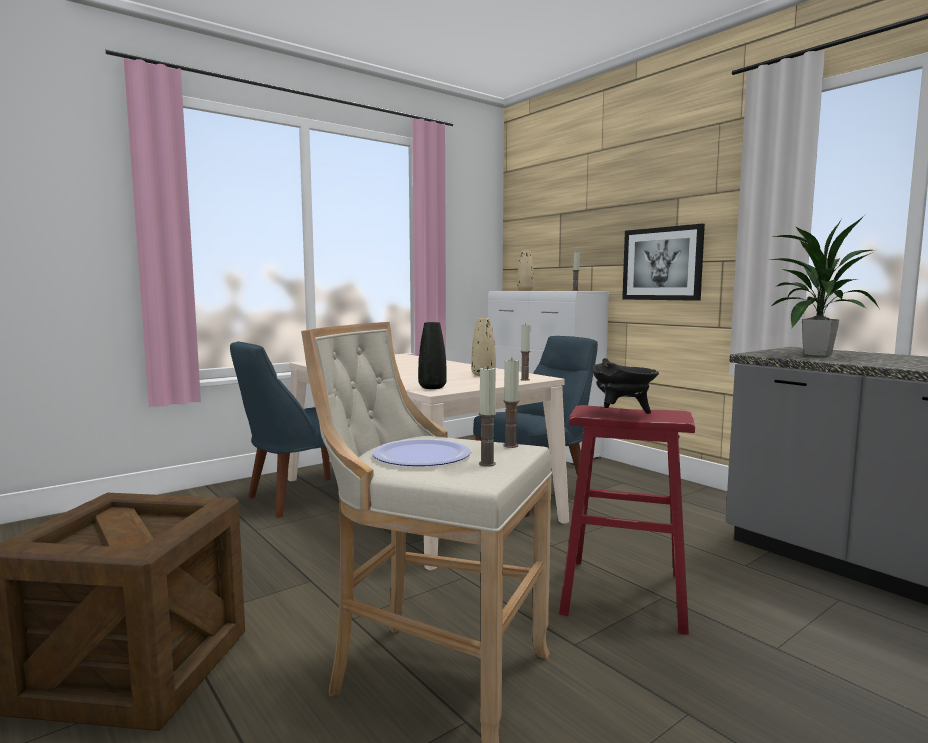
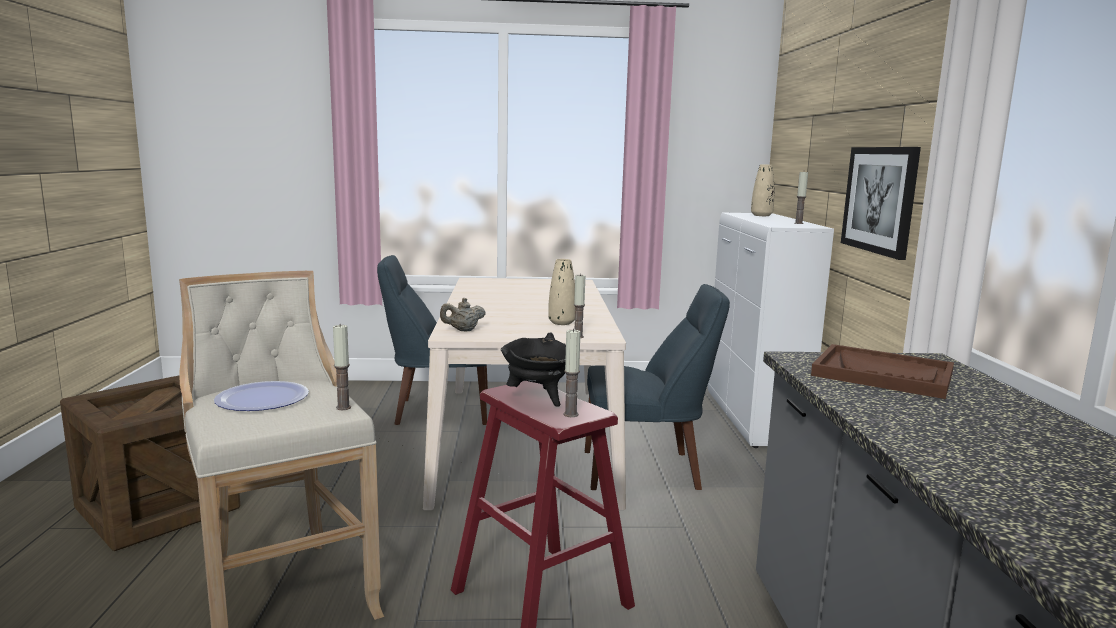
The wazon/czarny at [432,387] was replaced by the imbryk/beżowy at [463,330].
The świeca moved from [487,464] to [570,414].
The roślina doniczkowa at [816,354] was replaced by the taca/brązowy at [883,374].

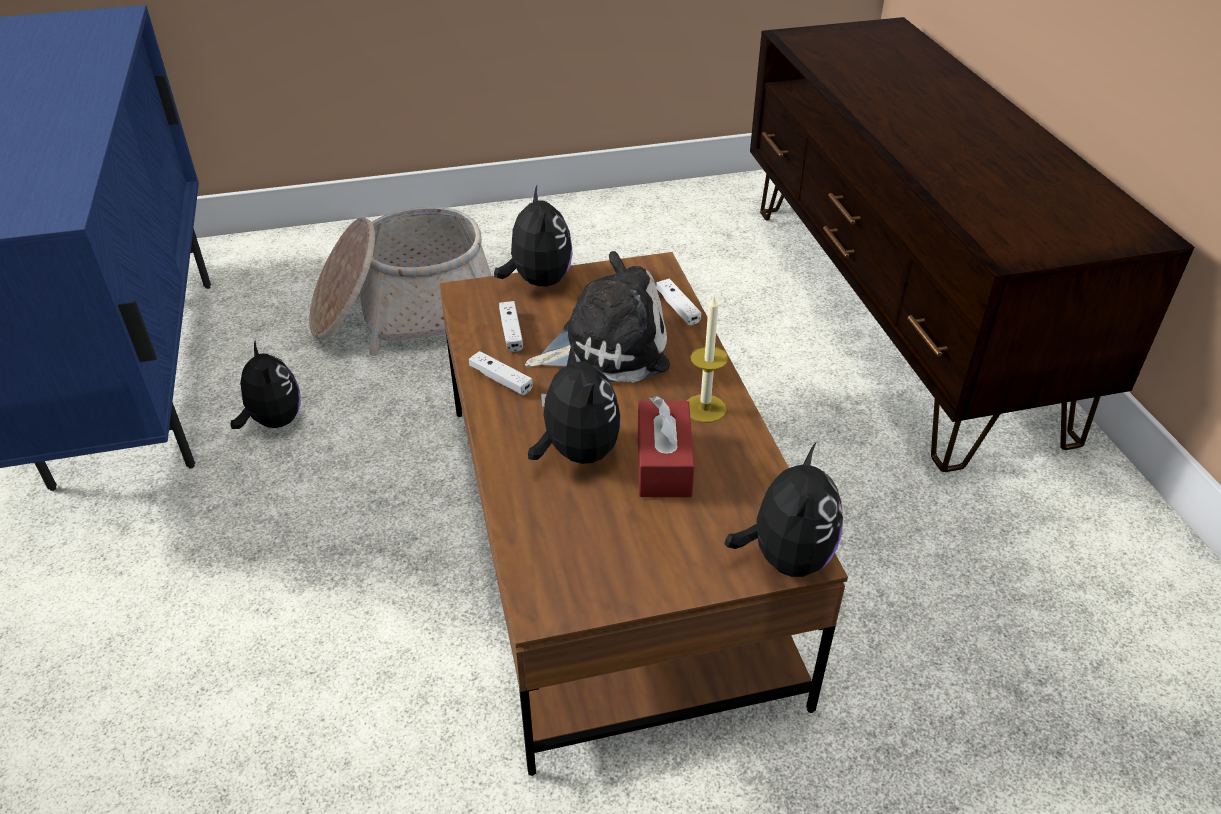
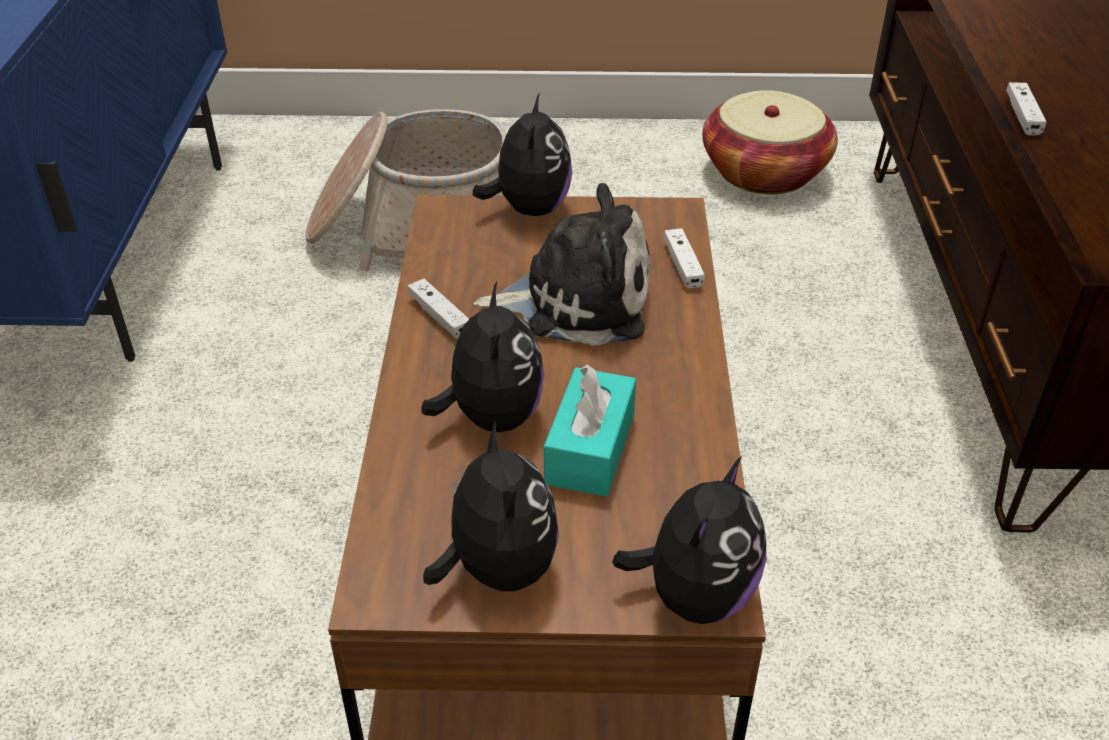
The pluszak moved from [273,421] to [497,569].
The pudełko chusteczek/czerwony at [663,463] became the pudełko chusteczek/turkusowy at [590,449].
The koszyk at [764,172] appeared.
The pad do gier/biały moved from [511,332] to [1022,116].
The świeca at [705,408] disappeared.

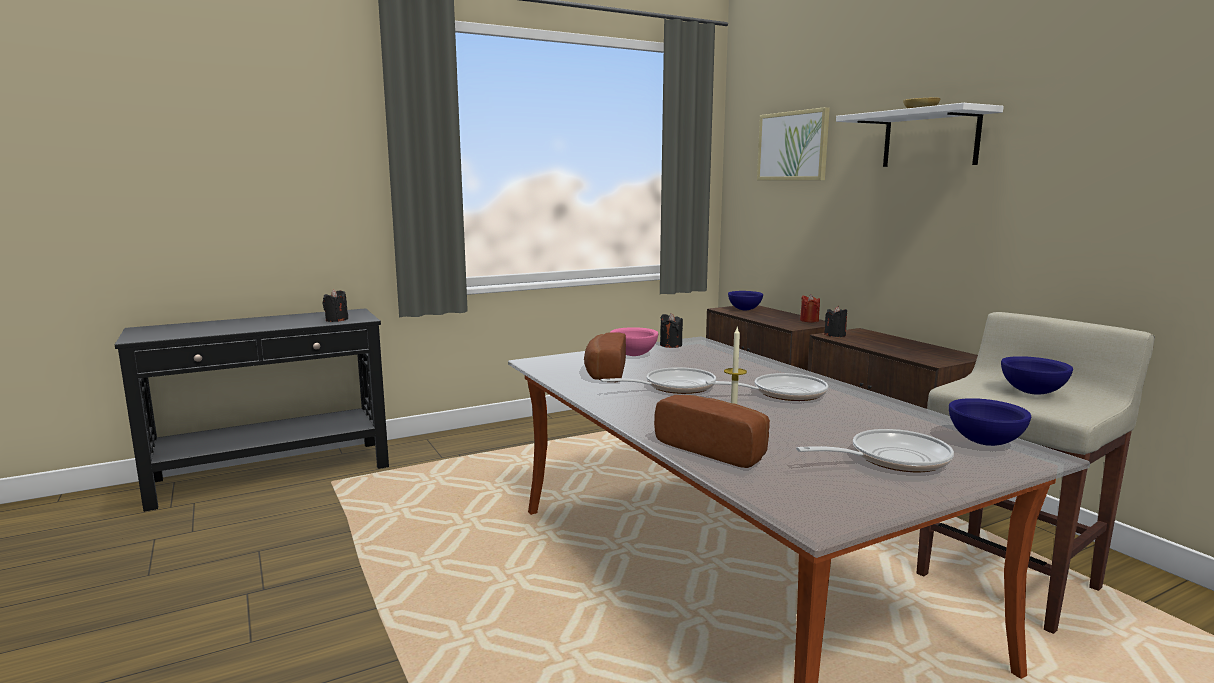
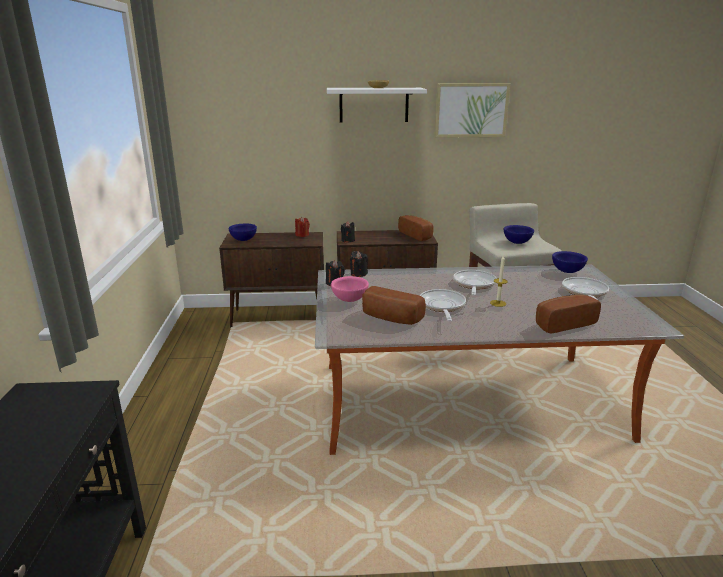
The świeca/czarny moved from [336,320] to [358,274].
The chleb at [417,235] appeared.
The obraz moved from [793,146] to [471,110].

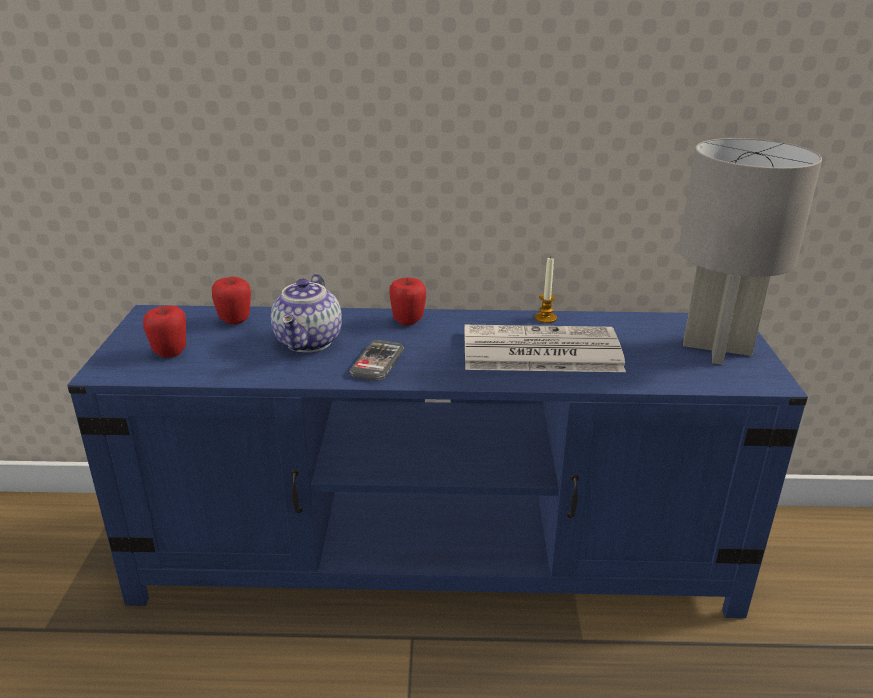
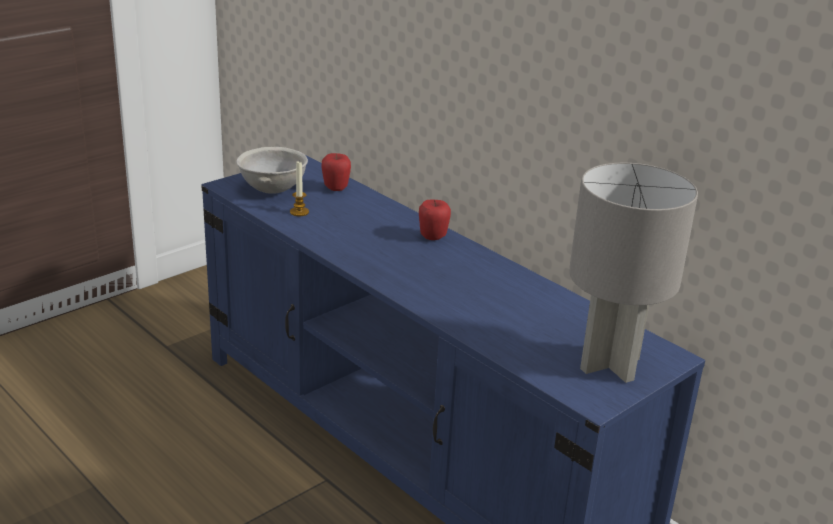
The jabłko at [170,353] was replaced by the miska/szary at [271,190].
The świeca moved from [545,318] to [299,212].
The imbryk at [310,342] disappeared.
The telefon at [377,362] disappeared.
The gazeta at [539,351] disappeared.

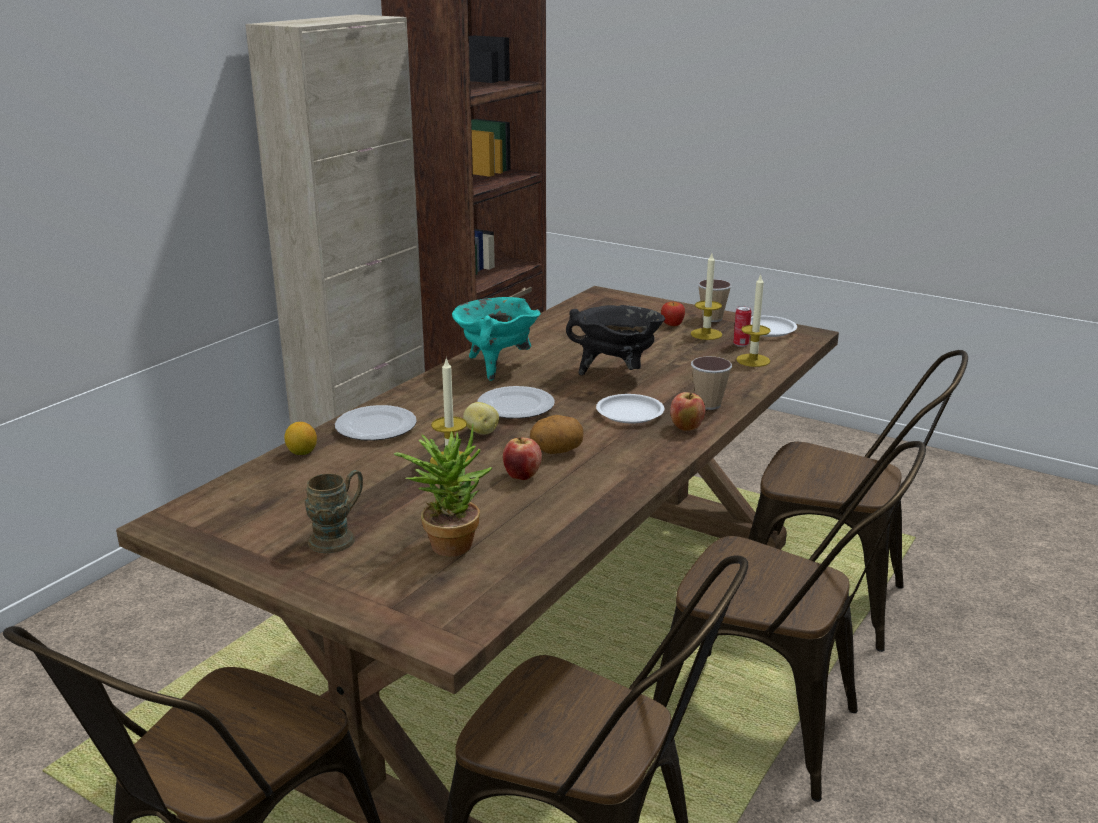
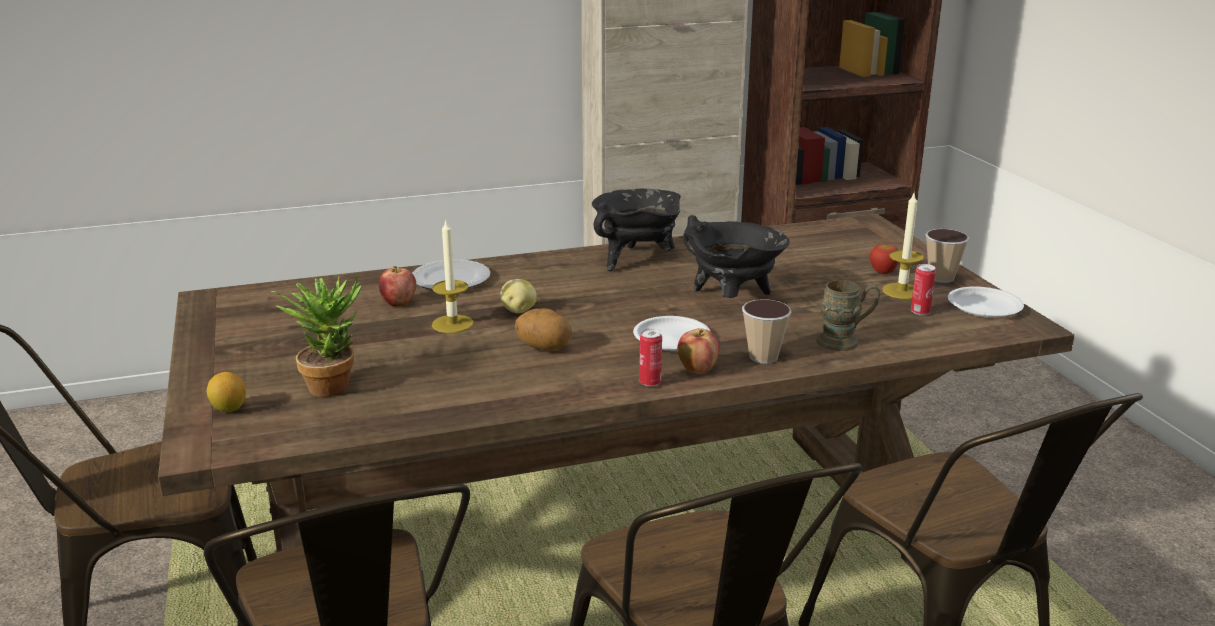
The cytryna moved from [302,452] to [229,408].
The jabłko moved from [522,476] to [398,303].
The garnek/turkusowy at [495,366] became the garnek/czarny at [636,260].
The puszka at [650,383] appeared.
The kubek/brązowy moved from [339,537] to [845,341].
The talerz at [516,407] disappeared.
The świeca at [753,360] disappeared.

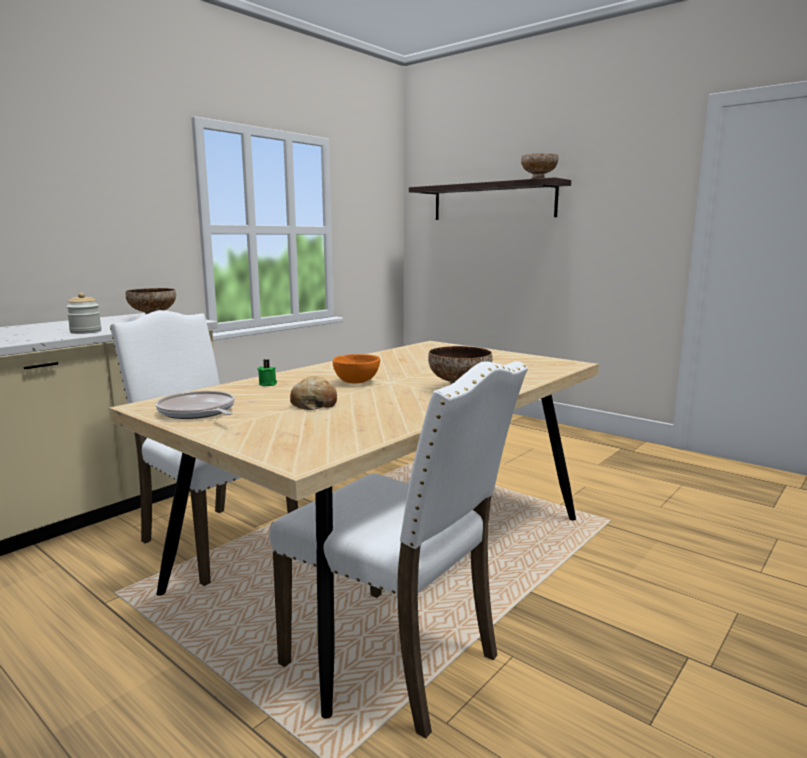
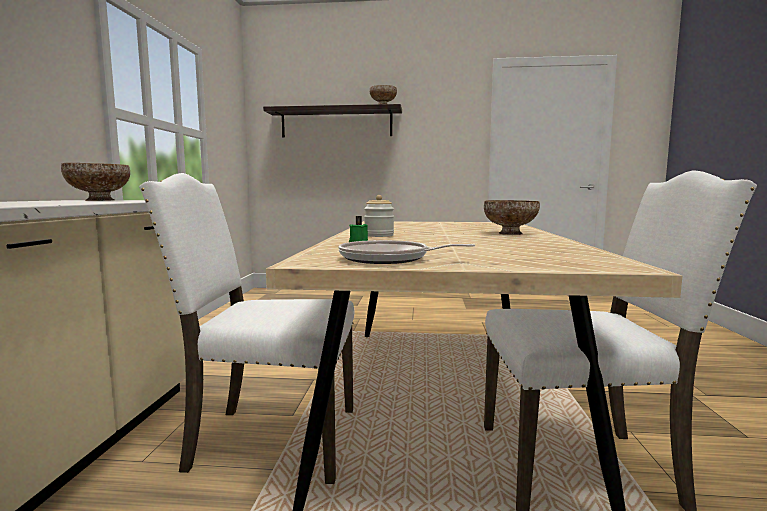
The słoik moved from [85,331] to [379,235].
The chleb at [313,404] disappeared.
The miska/pomarańczowy at [356,382] disappeared.

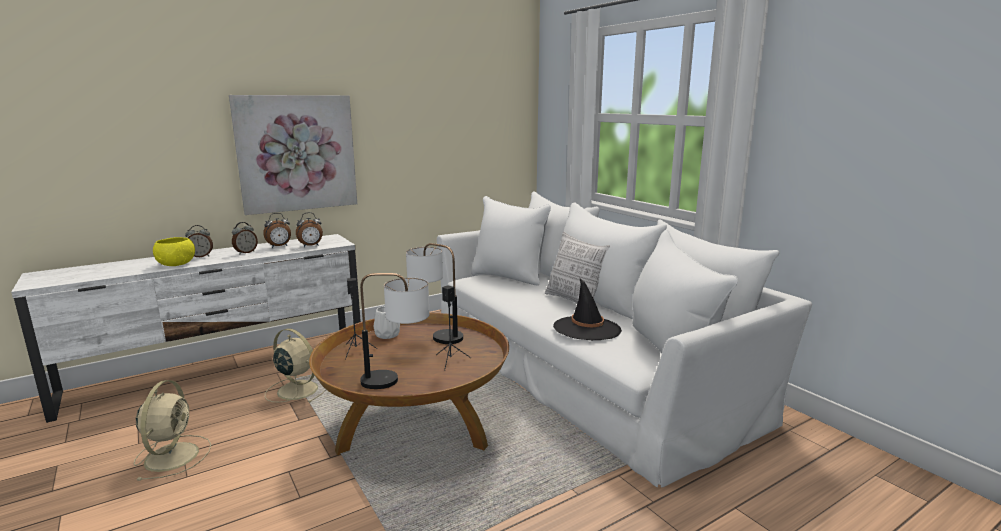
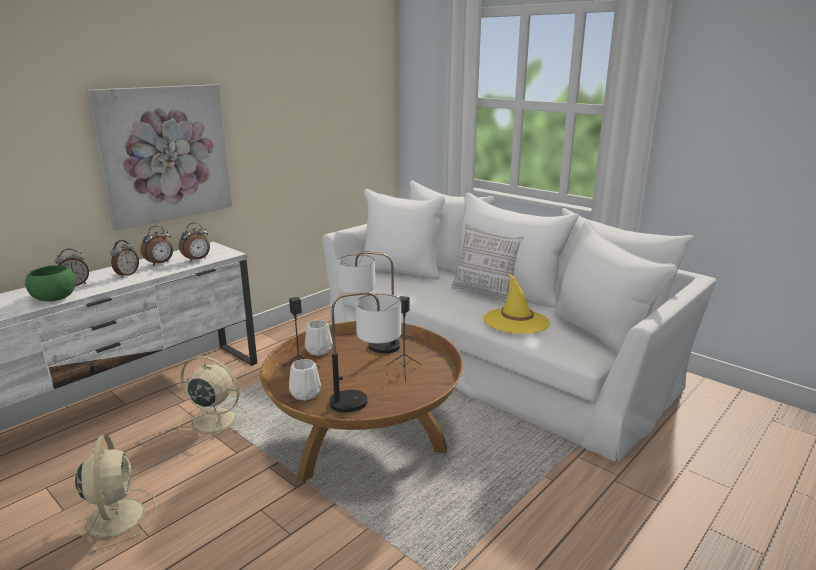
The miska/żółty at [177,264] became the miska/zielony at [55,298].
The wazon/biały at [304,394] appeared.
The kapelusz/czarny at [587,328] became the kapelusz/żółty at [516,321].

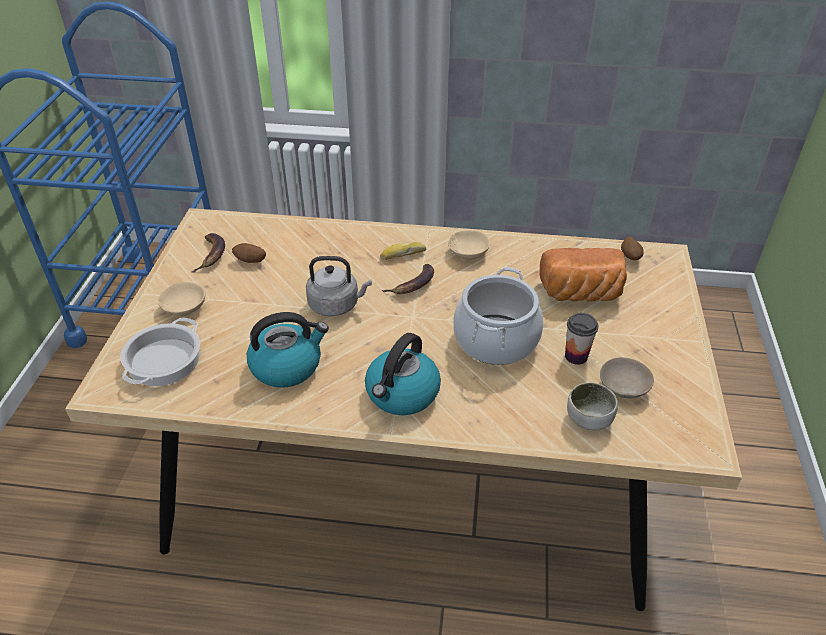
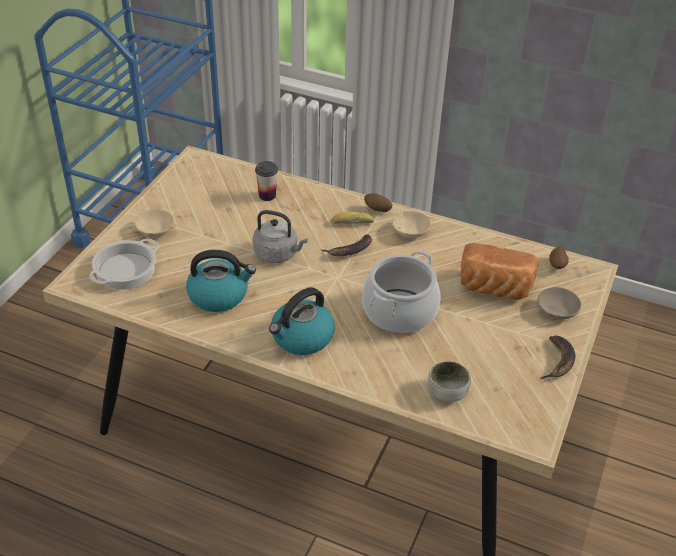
The filiżanka moved from [576,356] to [267,195].
The ziemniak moved from [250,261] to [377,210].
The miska/beżowy moved from [624,386] to [558,311].
The banan moved from [211,255] to [557,361].

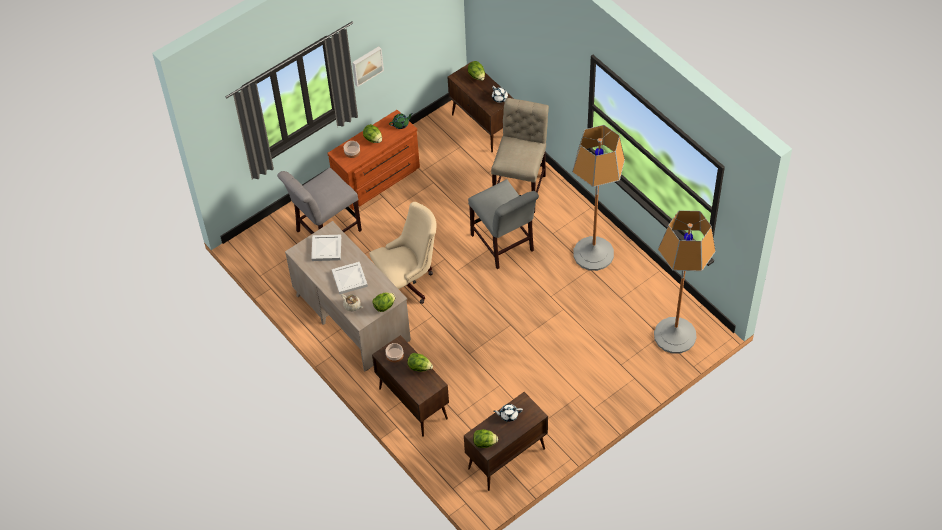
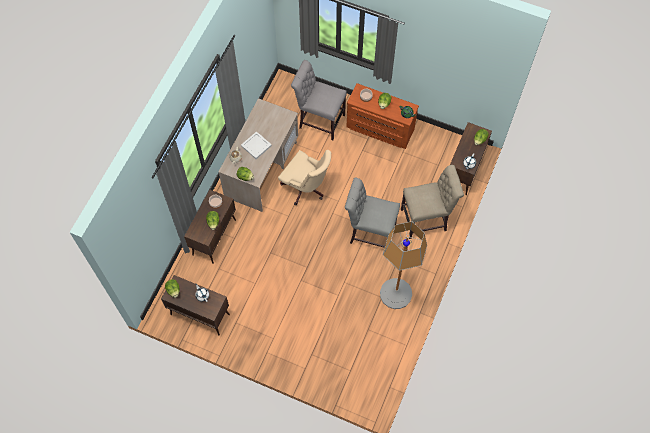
The krzesło/szary at [504,245] turned 75 degrees clockwise.
The taca/biały at [326,249] disappeared.
The obraz at [366,65] disappeared.
The lampa stojąca at [675,335] disappeared.

